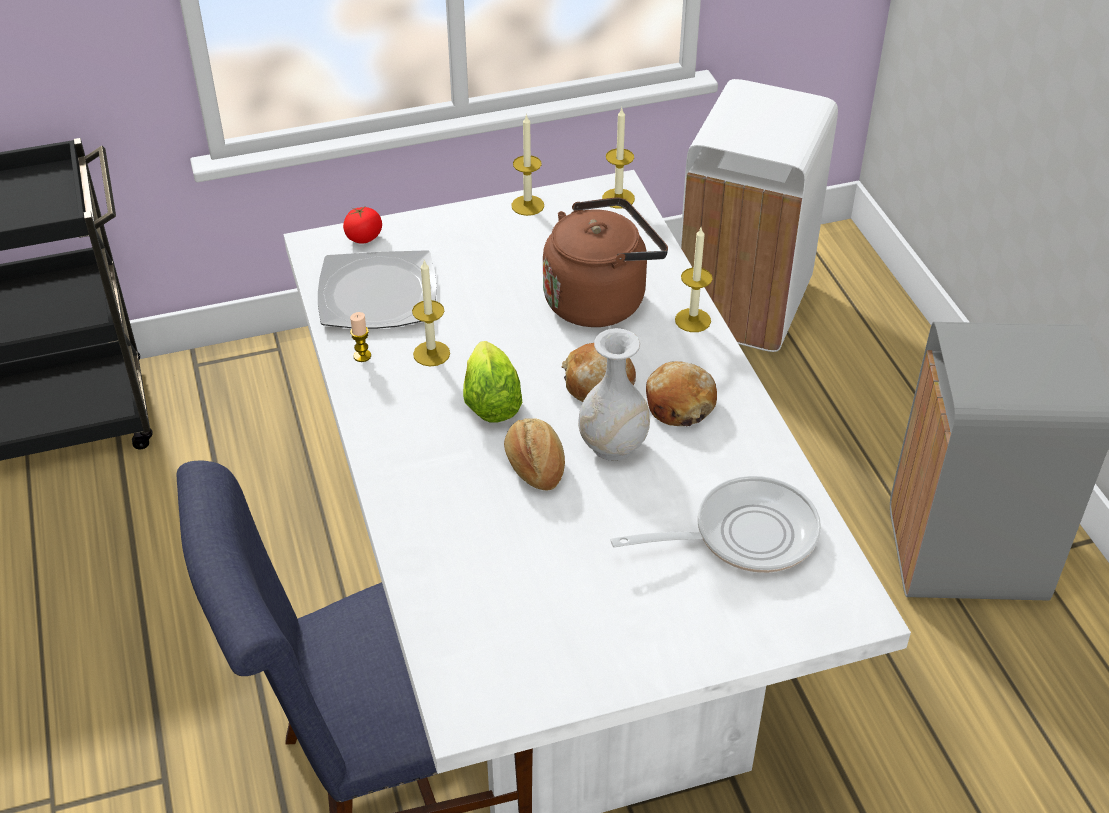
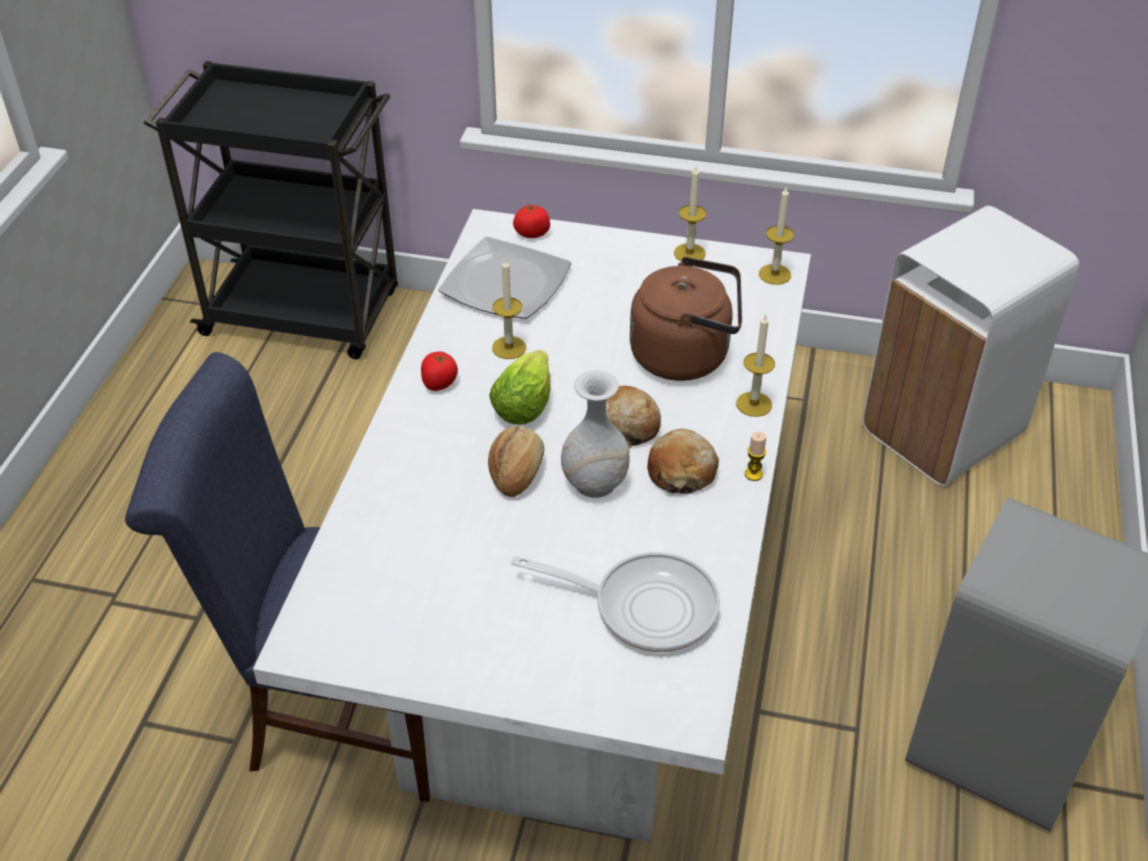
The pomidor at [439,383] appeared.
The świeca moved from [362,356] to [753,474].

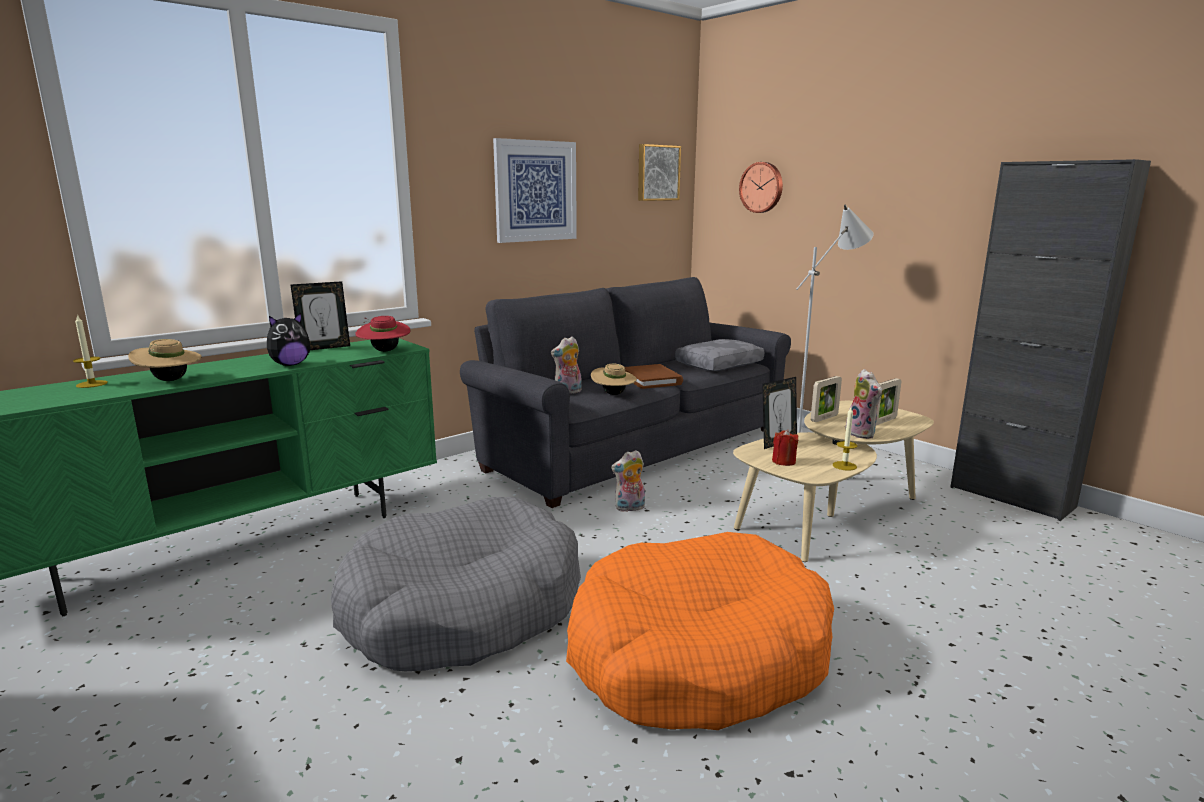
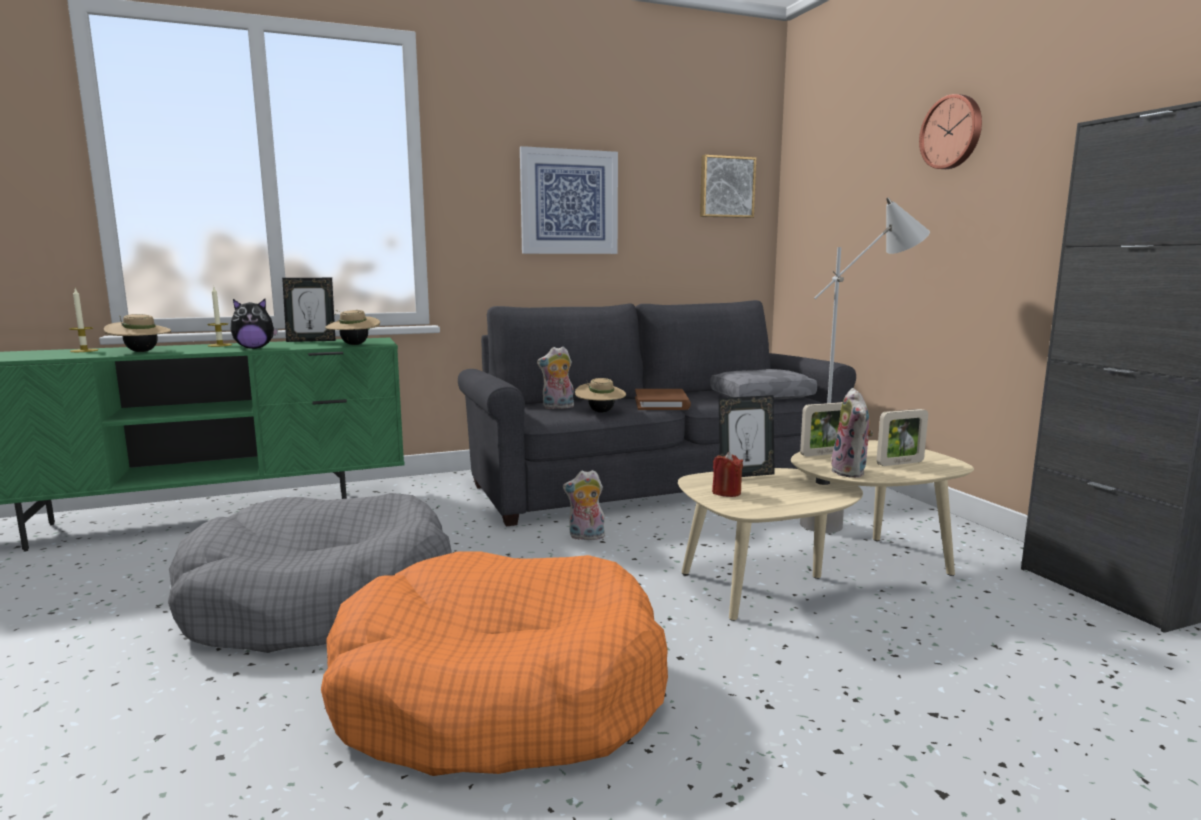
The świeca moved from [844,466] to [220,345].
The kapelusz/czerwony at [384,351] became the kapelusz/beżowy at [354,344].
The zegar ścienny moved from [762,187] to [952,132].

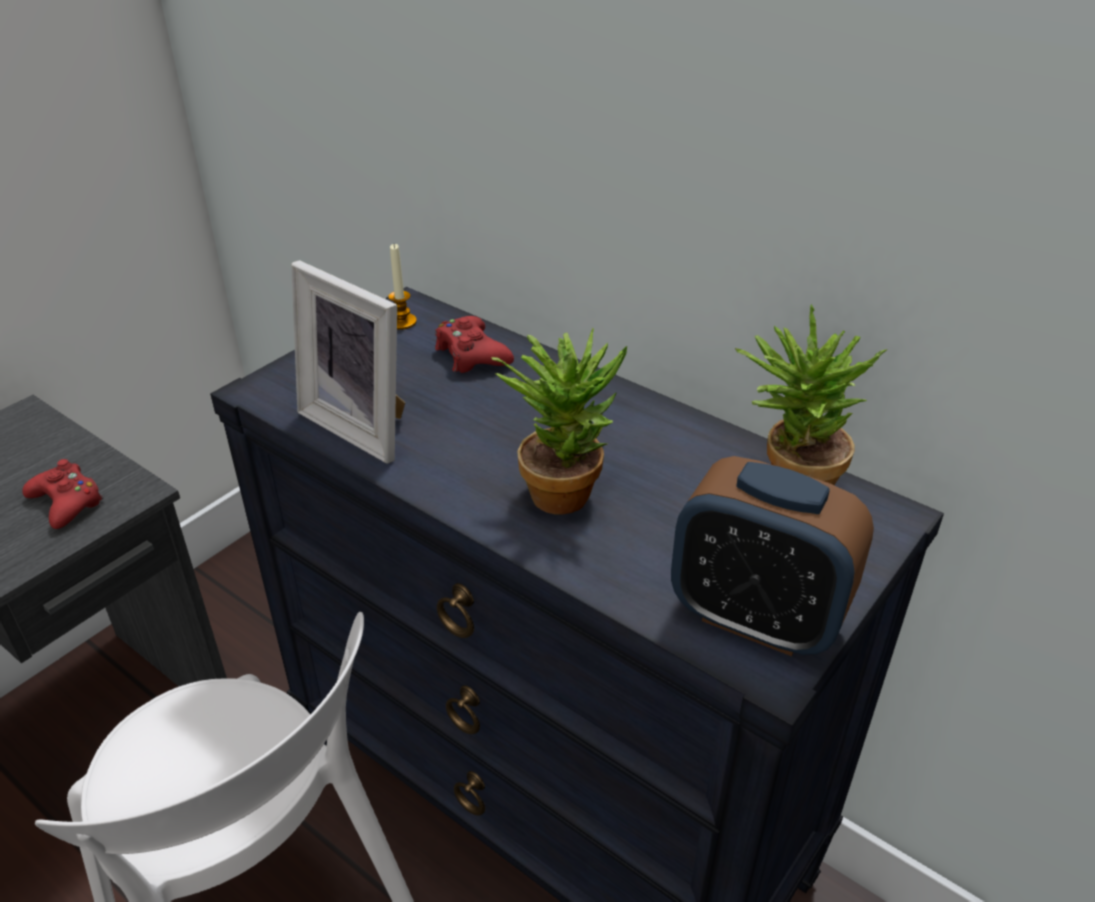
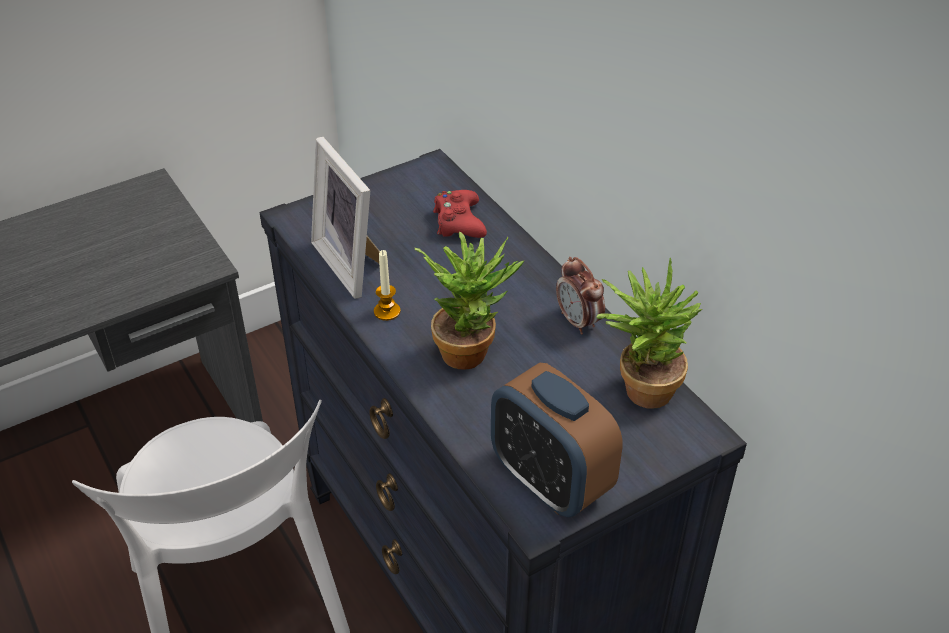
The świeca moved from [402,322] to [387,311].
The budzik at [578,322] appeared.
The pad do gier/czerwony at [67,503] disappeared.

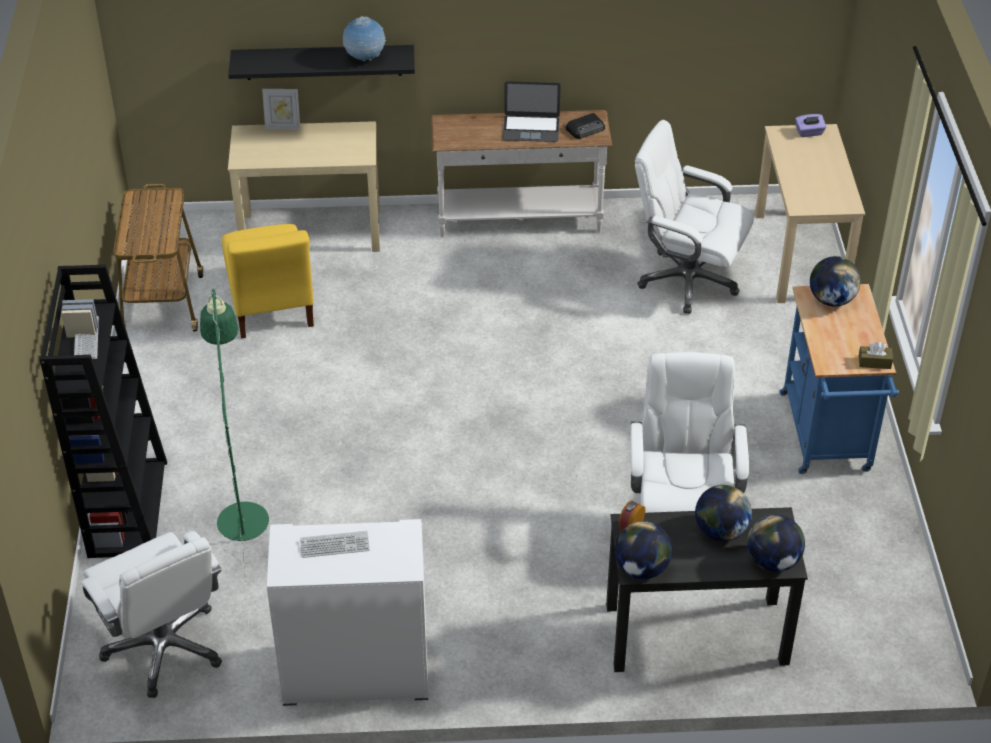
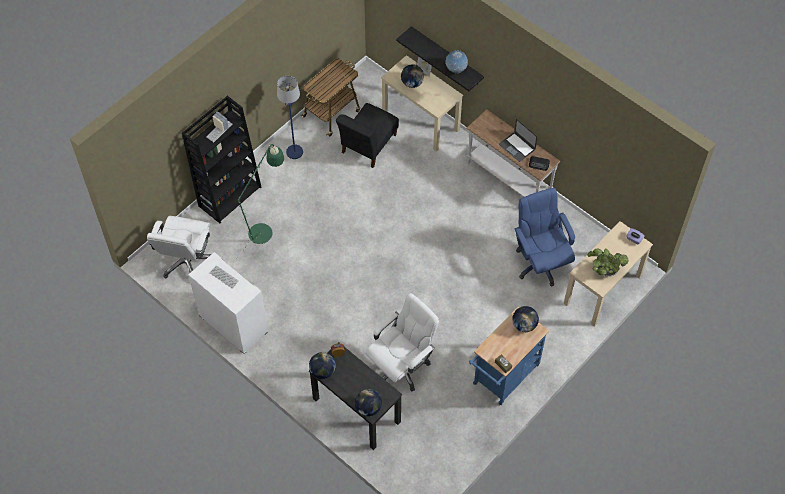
The lampa stojąca/niebieski at [294,152] appeared.
The krzesło/żółty at [270,306] became the krzesło/czarny at [367,146].
The globus moved from [720,531] to [412,83].
The krzesło biurowe/biały at [687,280] became the krzesło biurowe/niebieski at [540,262].
The roślina doniczkowa at [604,271] appeared.

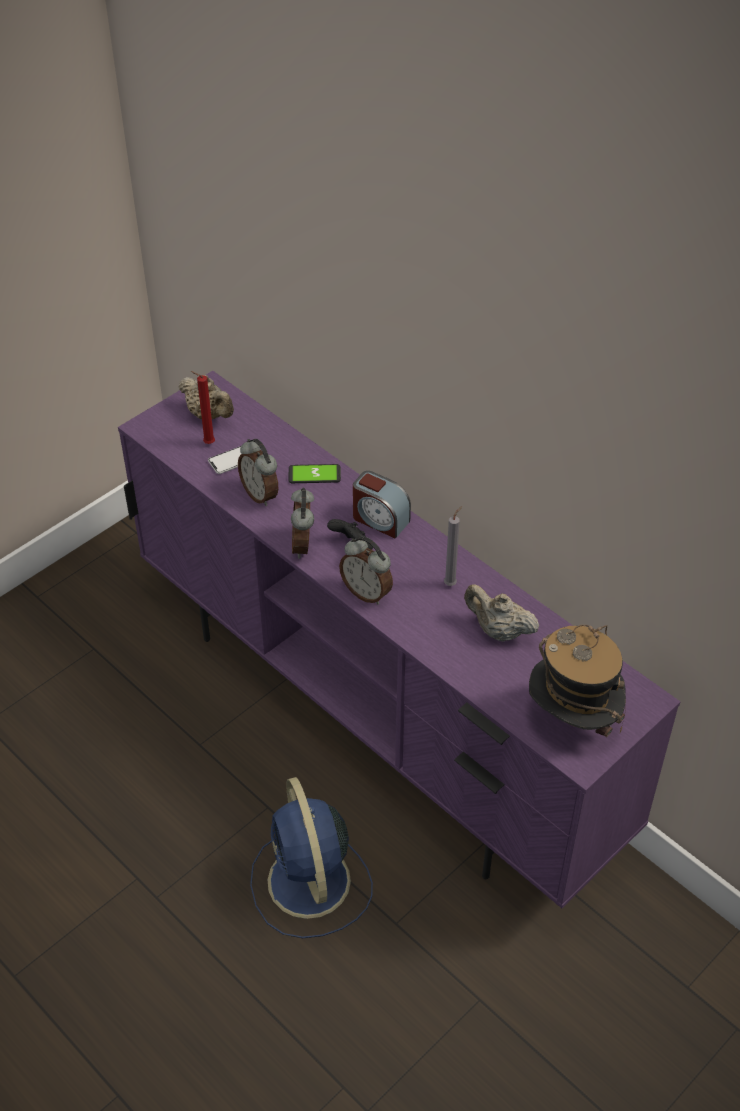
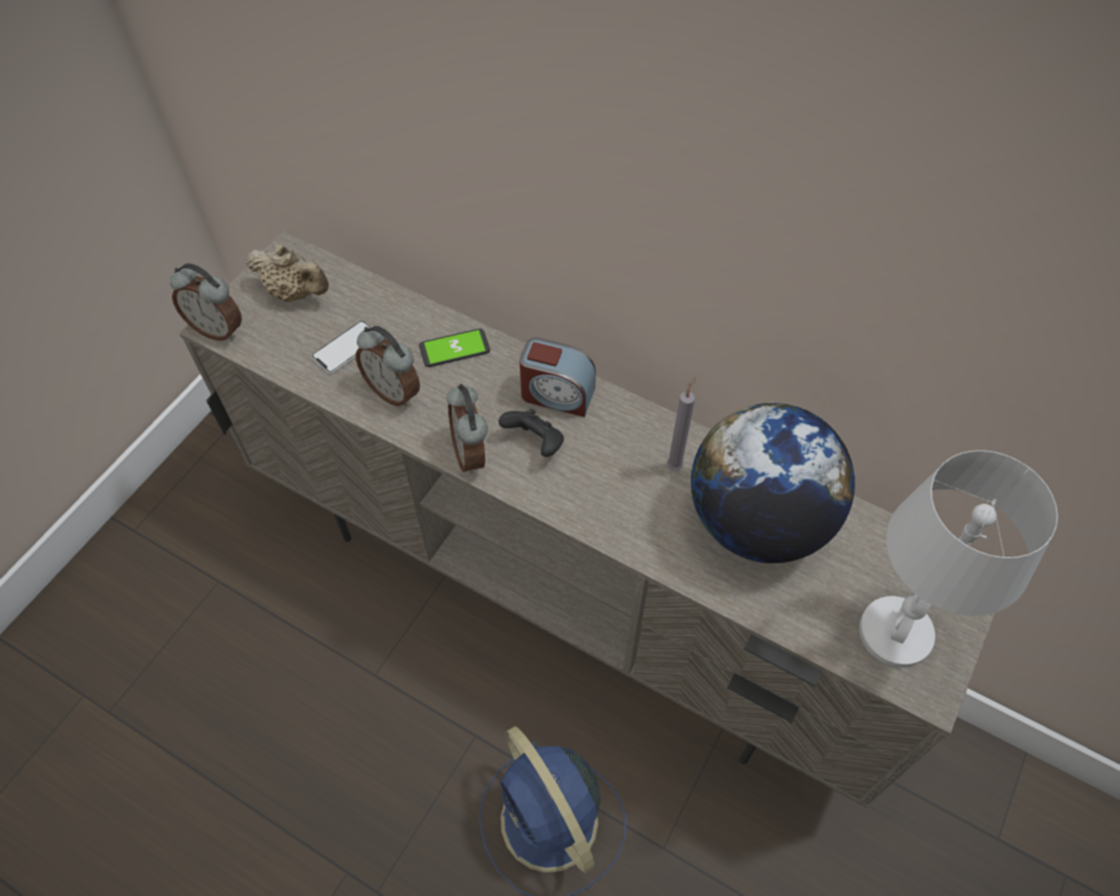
The budzik moved from [367,592] to [218,329].
The szafka pod telewizor/fioletowy at [375,722] became the szafka pod telewizor/beżowy at [566,597].
The imbryk/beżowy at [498,631] was replaced by the globus at [757,521].
The kapelusz at [572,721] was replaced by the lampa stołowa/biały at [895,632].
The świeca/czerwony at [207,443] disappeared.

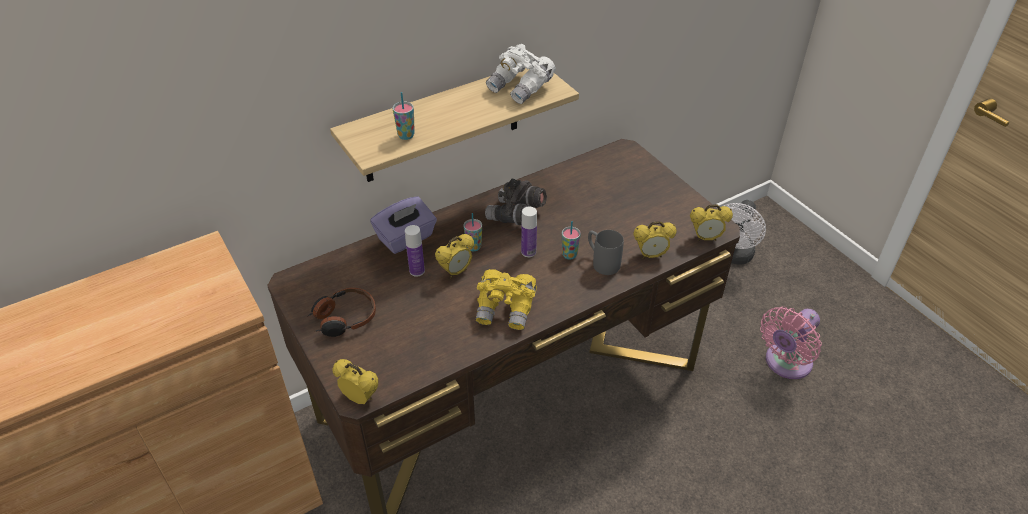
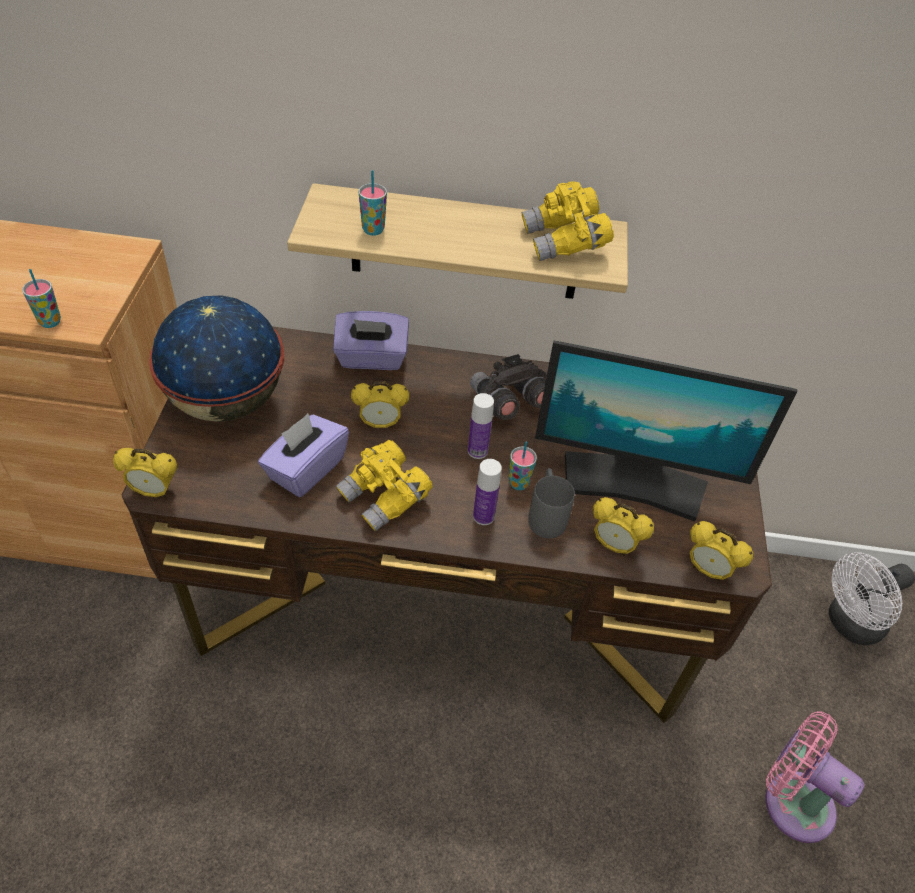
The filiżanka moved from [473,247] to [50,322].
The budzik at [360,398] turned 120 degrees clockwise.
The słuchawki at [343,318] was replaced by the globus at [227,402].
The pudełko chusteczek/fioletowy at [306,469] appeared.
The butelka moved from [417,271] to [483,516].
The lornetka/biały at [521,88] became the lornetka/żółty at [564,243].
The monitor at [633,482] appeared.
The wentylator/różowy at [785,363] turned 45 degrees clockwise.

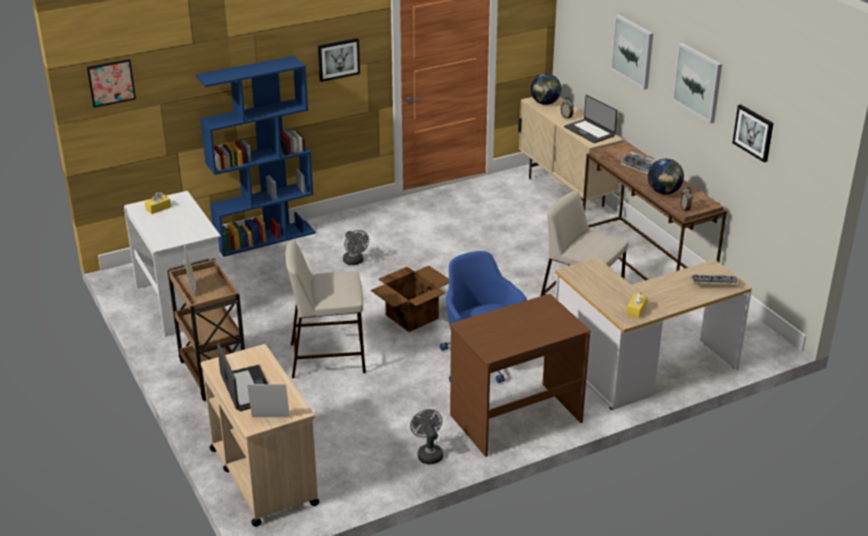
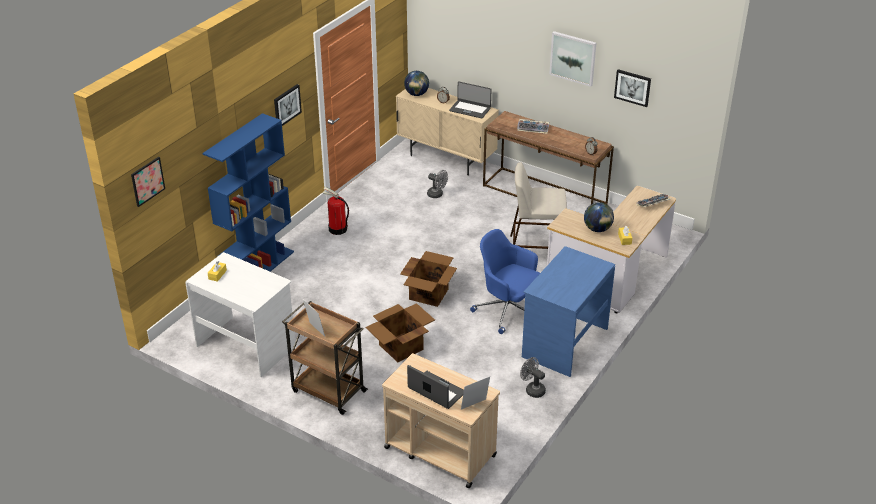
The gaśnica at [337,229] appeared.
The stołek/beżowy at [328,358] was replaced by the karton at [400,347].
The wentylator/szary moved from [355,262] to [437,195].
The biurko/brązowy at [515,418] became the biurko/niebieski at [564,342].
The globus moved from [664,192] to [597,229].
The obraz at [633,51] disappeared.

